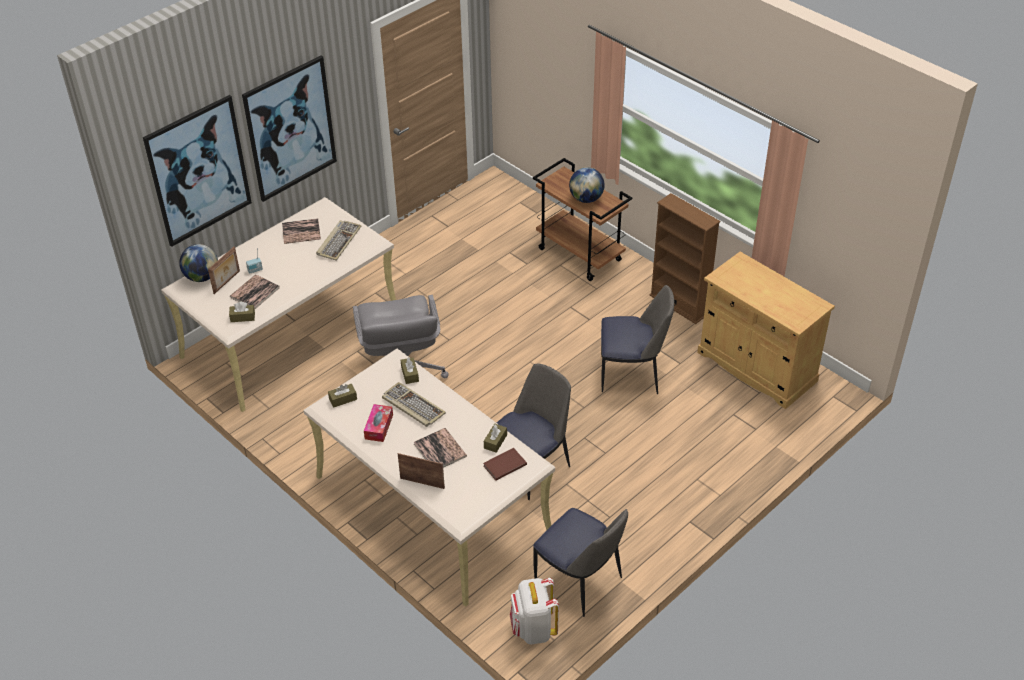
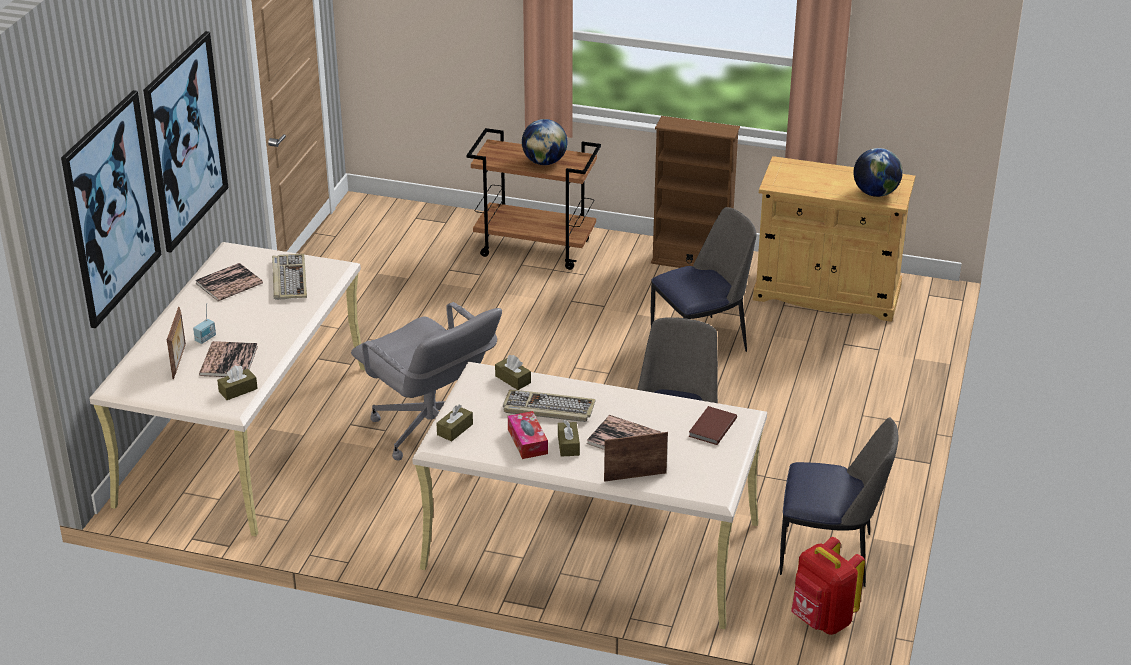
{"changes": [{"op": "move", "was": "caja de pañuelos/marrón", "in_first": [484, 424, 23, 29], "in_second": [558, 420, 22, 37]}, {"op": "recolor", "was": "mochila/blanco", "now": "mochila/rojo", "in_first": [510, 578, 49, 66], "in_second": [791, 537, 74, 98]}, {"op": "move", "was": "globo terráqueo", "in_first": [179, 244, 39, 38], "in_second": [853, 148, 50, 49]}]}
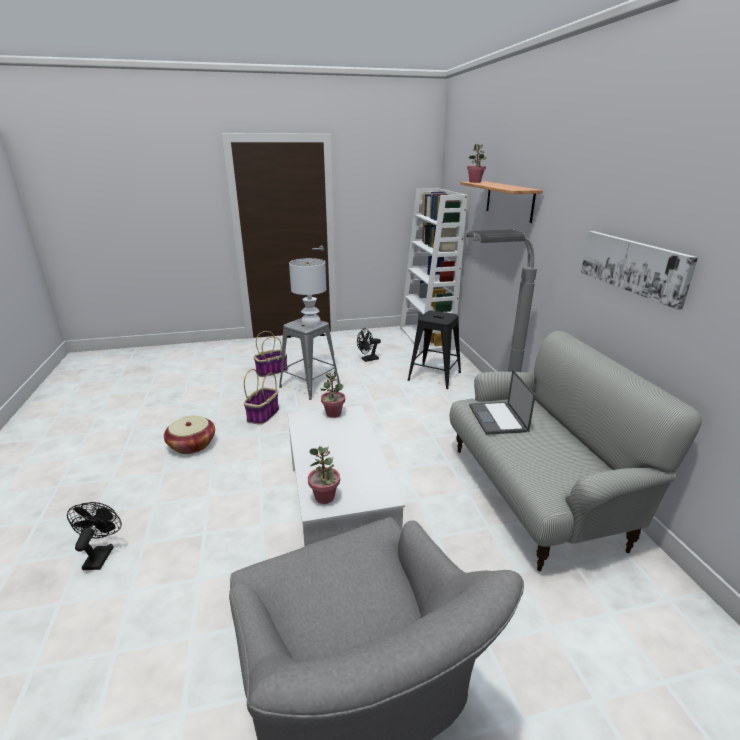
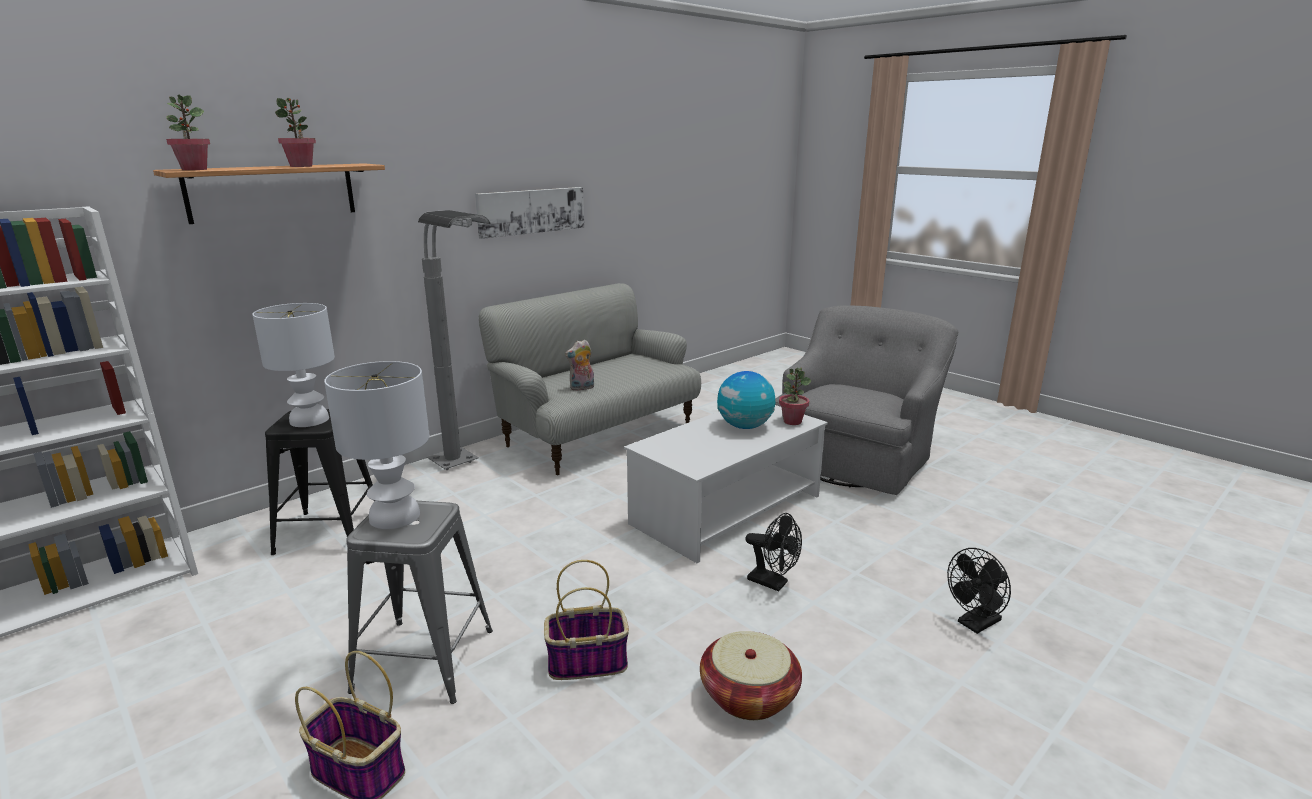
{"changes": [{"op": "insert", "now": "lámpara de mesa/blanco", "in_second": [252, 303, 83, 124]}, {"op": "move", "was": "planta en maceta", "in_first": [321, 370, 24, 48], "in_second": [275, 98, 41, 69]}, {"op": "replace", "was": "portátil", "now": "peluche", "in_first": [469, 370, 67, 65], "in_second": [565, 339, 29, 52]}, {"op": "insert", "now": "globo terráqueo", "in_second": [717, 371, 58, 58]}, {"op": "move", "was": "ventilador/negro", "in_first": [357, 328, 24, 34], "in_second": [745, 513, 57, 79]}]}
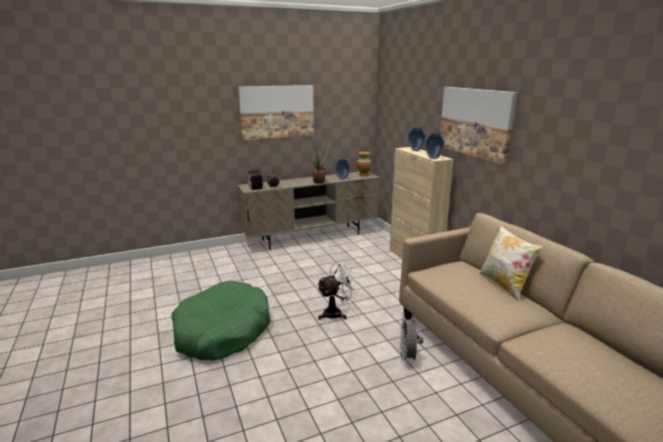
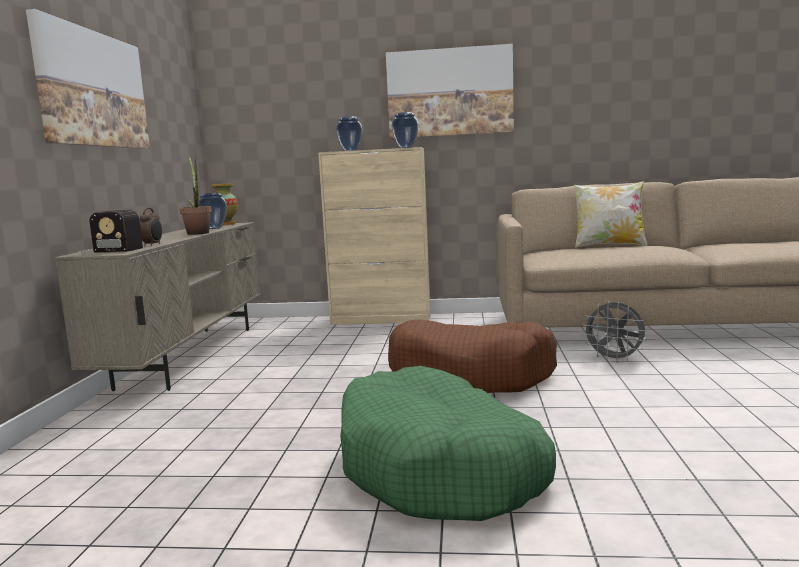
{"changes": [{"op": "replace", "was": "ventilador/blanco", "now": "cama para perro/marrón", "in_first": [317, 261, 42, 59], "in_second": [388, 320, 169, 73]}]}
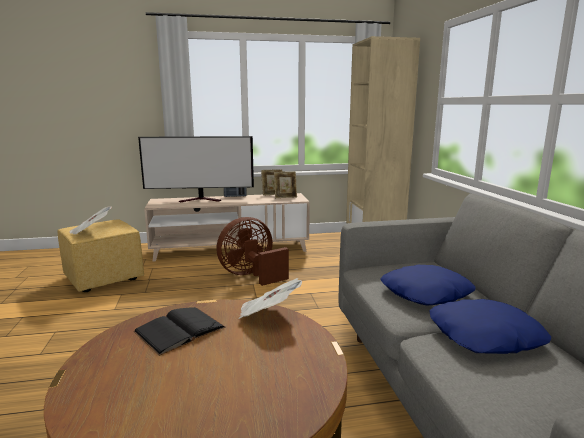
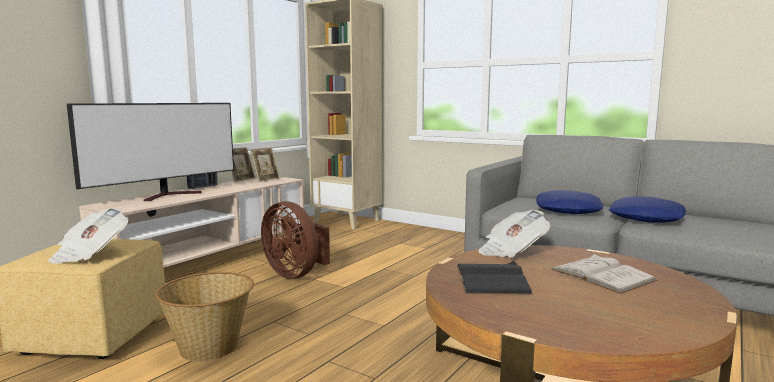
{"changes": [{"op": "insert", "now": "cesta", "in_second": [155, 272, 99, 90]}, {"op": "rotate", "was": "ventilador/marrón", "in_first": [216, 217, 73, 69], "in_second": [261, 201, 69, 78], "clockwise": -60}, {"op": "insert", "now": "libro/blanco", "in_second": [551, 254, 107, 40]}]}
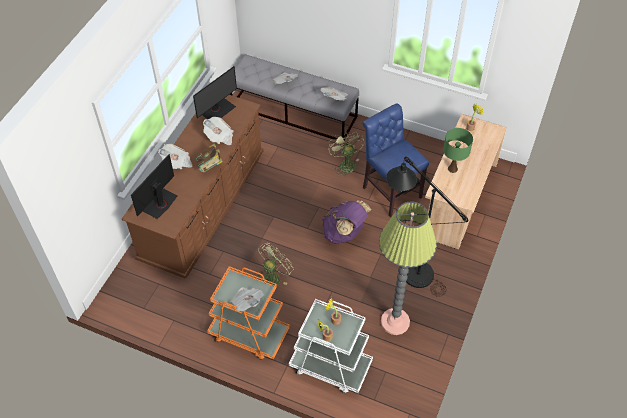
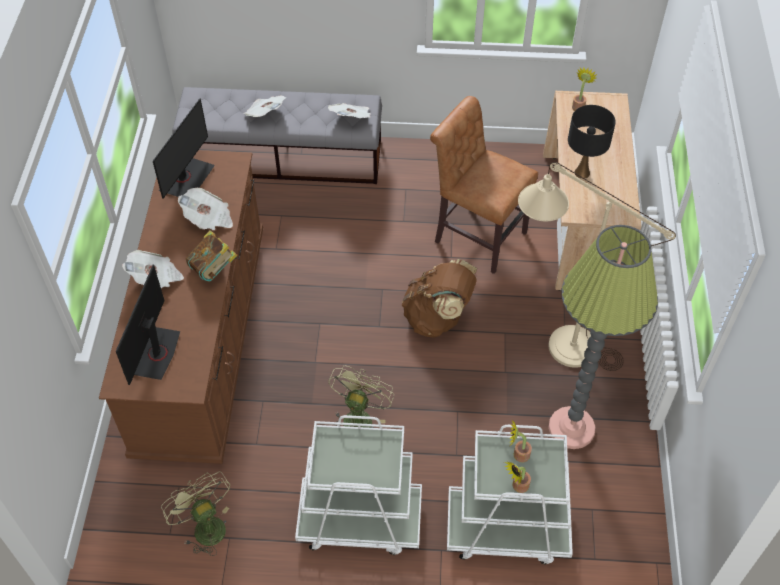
{"changes": [{"op": "move", "was": "ventilador/verde", "in_first": [328, 131, 36, 46], "in_second": [161, 471, 69, 85]}, {"op": "recolor", "was": "carrito/naranja", "now": "carrito/blanco", "in_first": [207, 266, 83, 94], "in_second": [295, 415, 127, 140]}, {"op": "recolor", "was": "mochila/morado", "now": "mochila/marrón", "in_first": [322, 200, 50, 44], "in_second": [402, 259, 75, 79]}, {"op": "recolor", "was": "silla/azul", "now": "silla/marrón", "in_first": [363, 104, 66, 113], "in_second": [430, 96, 108, 178]}, {"op": "recolor", "was": "lámpara de pie/negro", "now": "lámpara de pie/beis", "in_first": [386, 156, 82, 141], "in_second": [518, 162, 158, 209]}, {"op": "recolor", "was": "lámpara de mesa/verde", "now": "lámpara de mesa/negro", "in_first": [443, 128, 30, 45], "in_second": [568, 105, 48, 74]}, {"op": "delete", "was": "periódico", "in_first": [230, 287, 34, 24]}]}
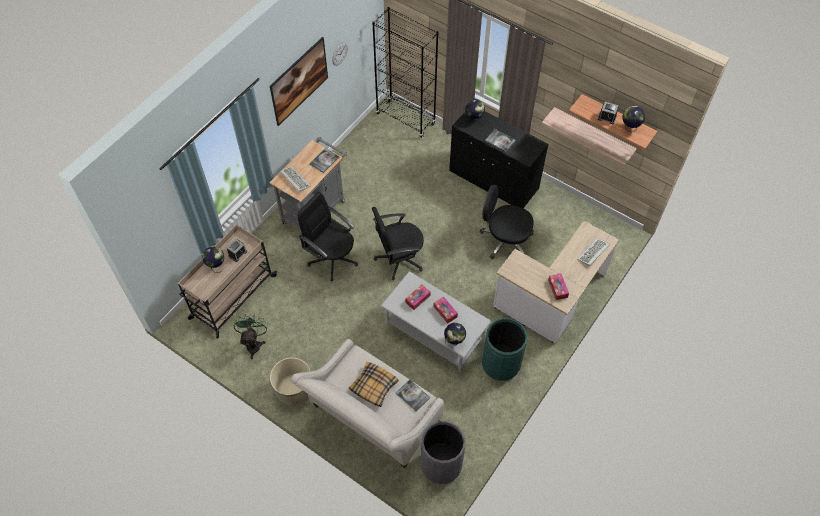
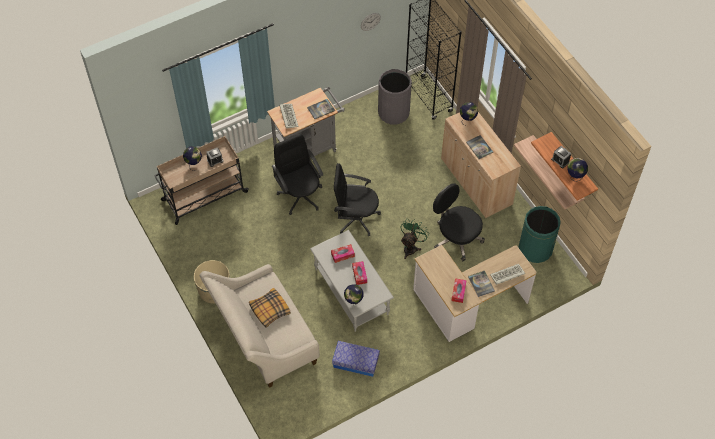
{"changes": [{"op": "insert", "now": "caja de almacenaje", "in_second": [332, 341, 48, 36]}, {"op": "move", "was": "papelera/gris", "in_first": [421, 421, 45, 63], "in_second": [378, 69, 34, 56]}, {"op": "move", "was": "ventilador/verde", "in_first": [234, 314, 34, 45], "in_second": [400, 218, 28, 41]}, {"op": "recolor", "was": "armario/negro", "now": "armario/beis", "in_first": [449, 111, 99, 97], "in_second": [441, 112, 80, 106]}, {"op": "move", "was": "libro", "in_first": [396, 380, 34, 32], "in_second": [468, 271, 27, 26]}, {"op": "move", "was": "papelera/verde", "in_first": [482, 318, 45, 63], "in_second": [519, 206, 42, 57]}, {"op": "delete", "was": "cuadro", "in_first": [270, 37, 58, 89]}]}
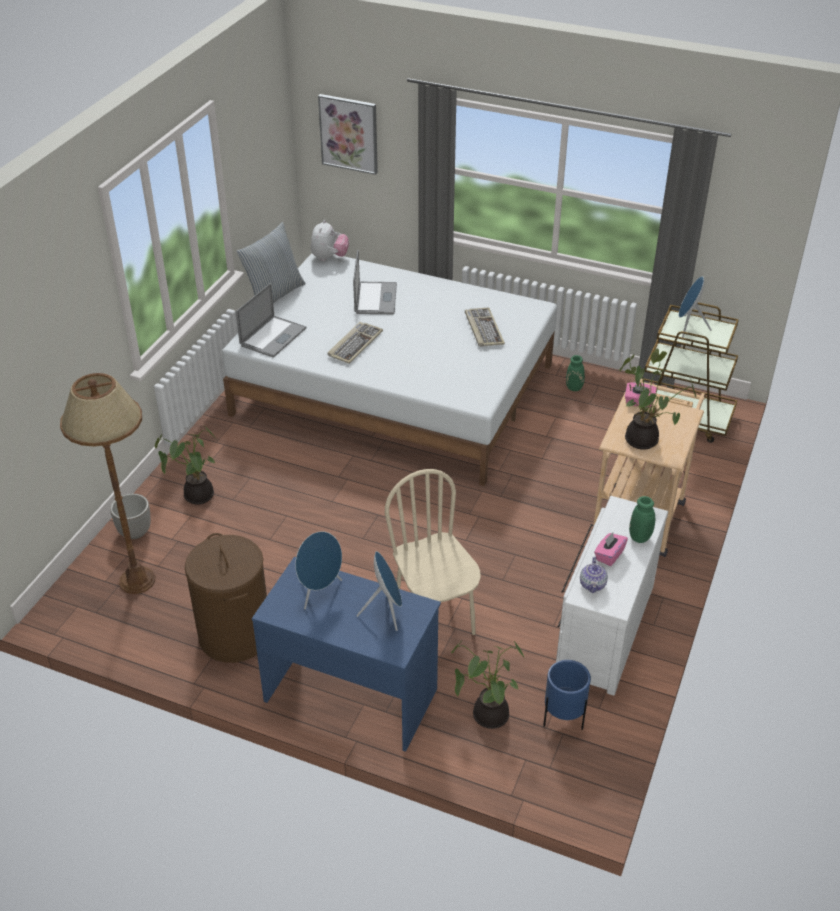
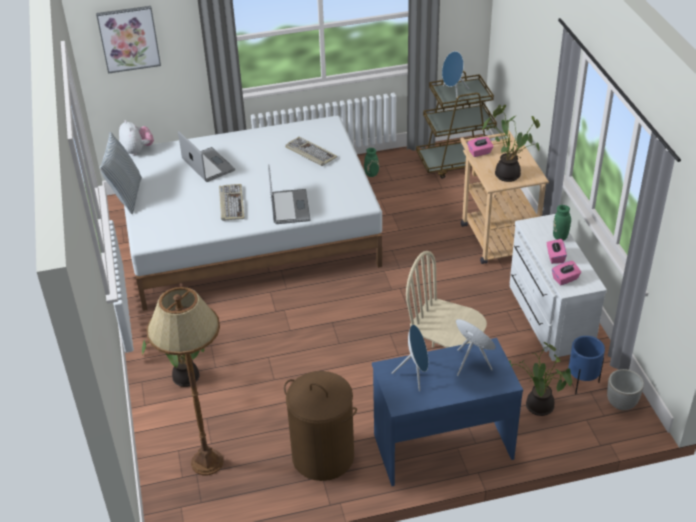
{"changes": [{"op": "move", "was": "portátil", "in_first": [236, 283, 70, 75], "in_second": [268, 165, 43, 59]}, {"op": "replace", "was": "tetera", "now": "caja de pañuelos/rosa", "in_first": [580, 557, 28, 36], "in_second": [552, 261, 29, 24]}, {"op": "move", "was": "maceta", "in_first": [110, 494, 41, 45], "in_second": [607, 369, 37, 41]}]}
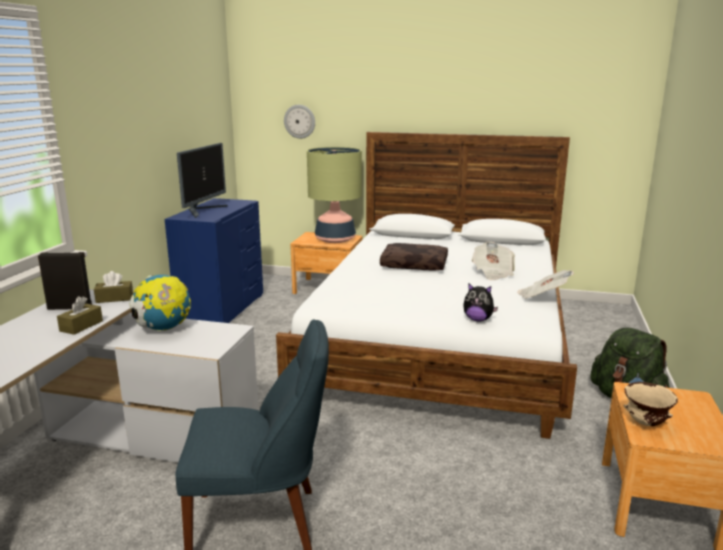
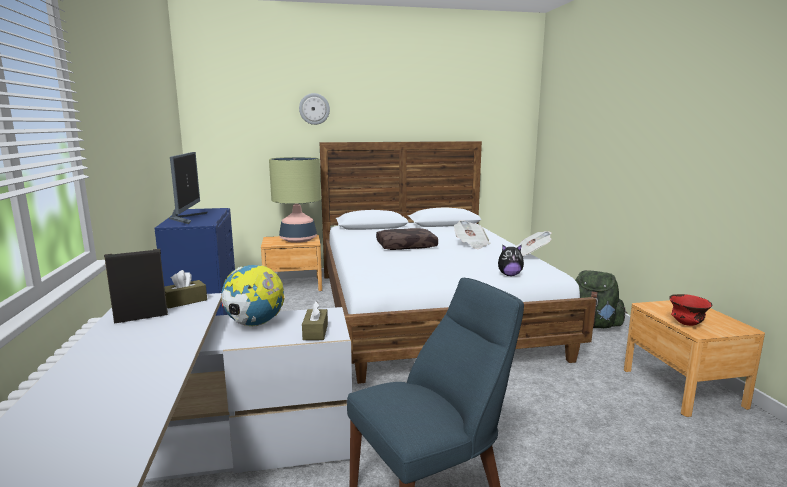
{"changes": [{"op": "move", "was": "reloj de pared", "in_first": [284, 105, 31, 34], "in_second": [299, 93, 31, 32]}, {"op": "move", "was": "caja de pañuelos/marrón", "in_first": [57, 296, 46, 39], "in_second": [302, 301, 26, 39]}, {"op": "recolor", "was": "cuenco/beis", "now": "cuenco/rojo", "in_first": [623, 382, 55, 44], "in_second": [669, 294, 43, 32]}]}
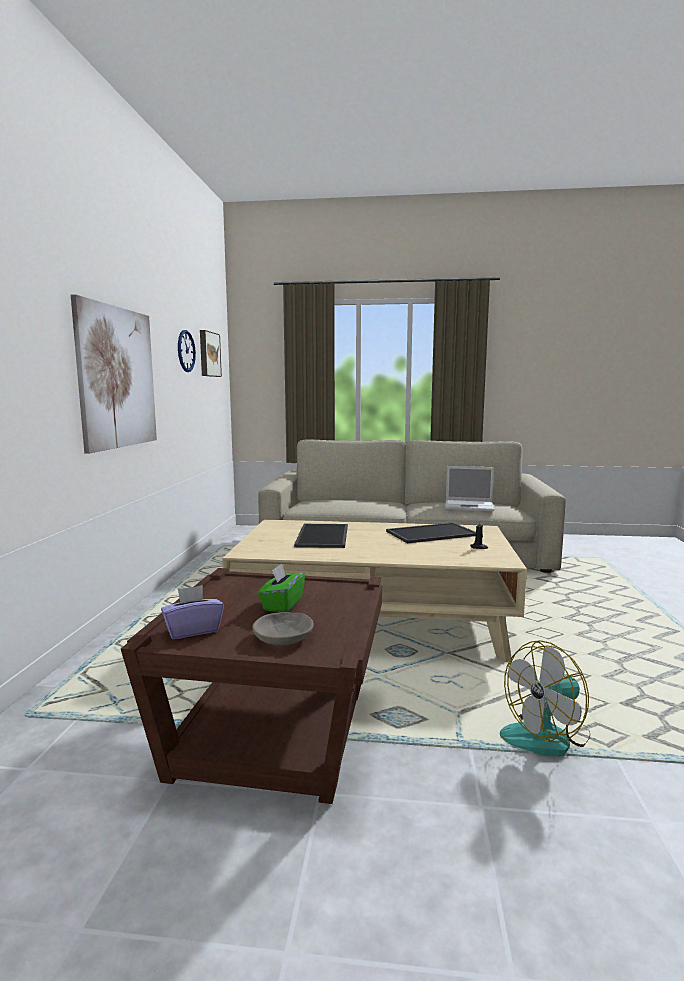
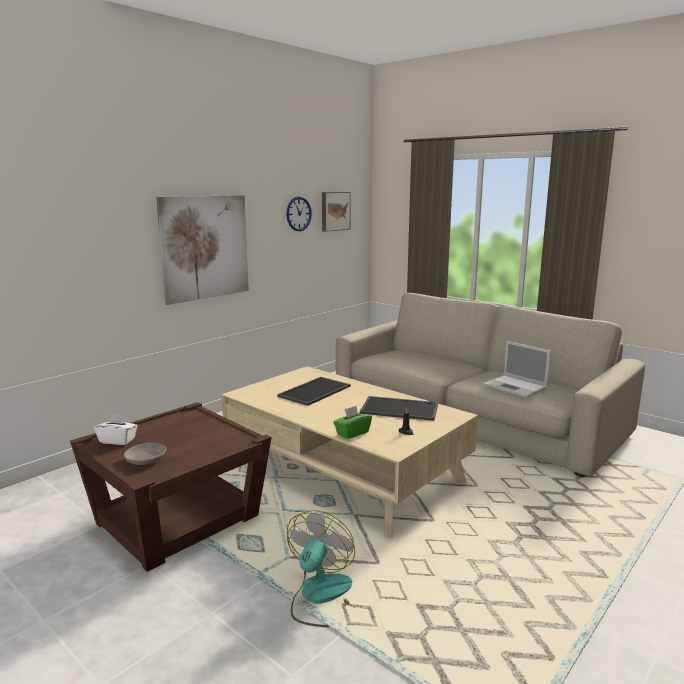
{"changes": [{"op": "recolor", "was": "caja de pañuelos/morado", "now": "caja de pañuelos/blanco", "in_first": [161, 585, 63, 54], "in_second": [94, 413, 44, 32]}, {"op": "rotate", "was": "ventilador", "in_first": [500, 640, 90, 117], "in_second": [287, 510, 68, 117], "clockwise": 105}, {"op": "move", "was": "caja de pañuelos/verde", "in_first": [258, 563, 47, 49], "in_second": [333, 406, 39, 33]}]}
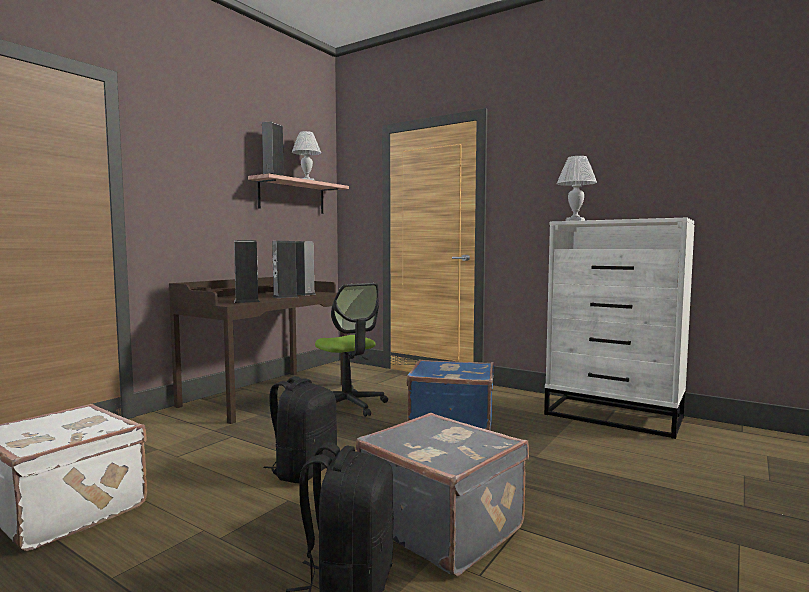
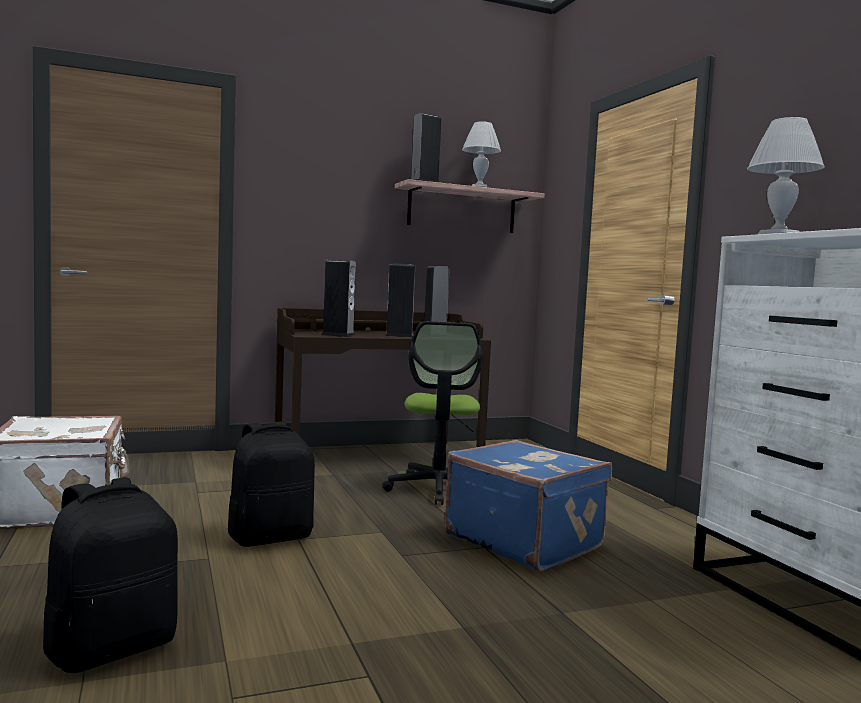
{"changes": [{"op": "delete", "was": "maleta/gris", "in_first": [356, 413, 173, 163]}]}
